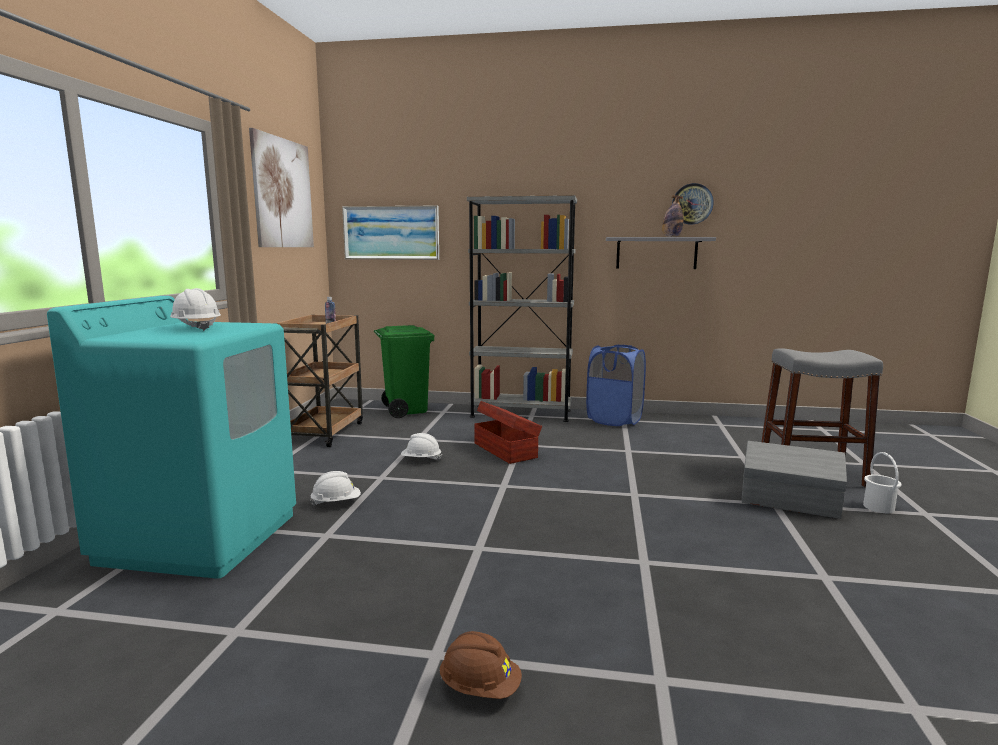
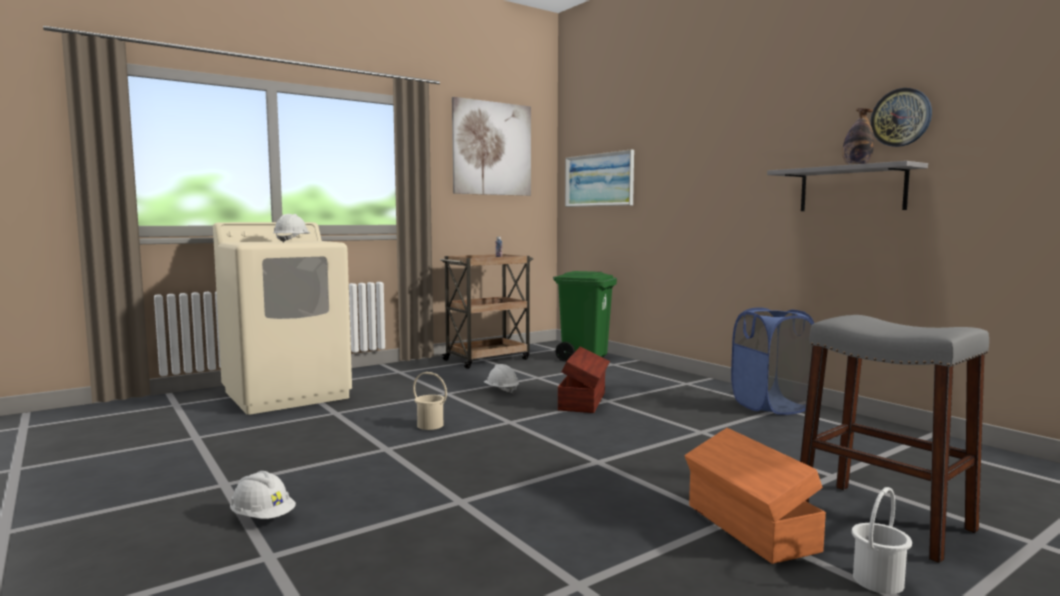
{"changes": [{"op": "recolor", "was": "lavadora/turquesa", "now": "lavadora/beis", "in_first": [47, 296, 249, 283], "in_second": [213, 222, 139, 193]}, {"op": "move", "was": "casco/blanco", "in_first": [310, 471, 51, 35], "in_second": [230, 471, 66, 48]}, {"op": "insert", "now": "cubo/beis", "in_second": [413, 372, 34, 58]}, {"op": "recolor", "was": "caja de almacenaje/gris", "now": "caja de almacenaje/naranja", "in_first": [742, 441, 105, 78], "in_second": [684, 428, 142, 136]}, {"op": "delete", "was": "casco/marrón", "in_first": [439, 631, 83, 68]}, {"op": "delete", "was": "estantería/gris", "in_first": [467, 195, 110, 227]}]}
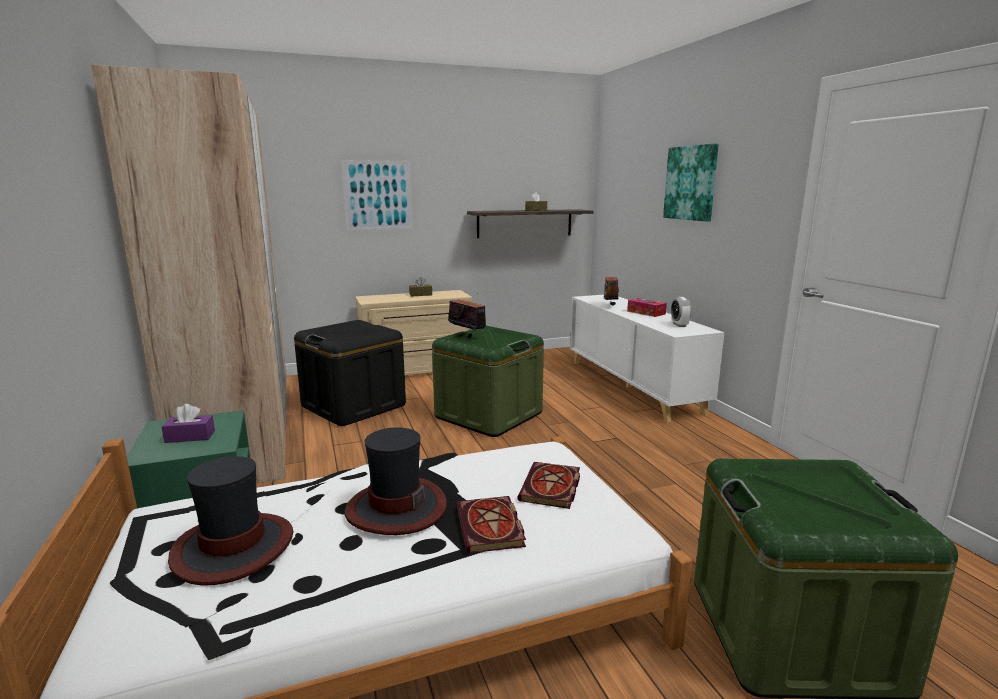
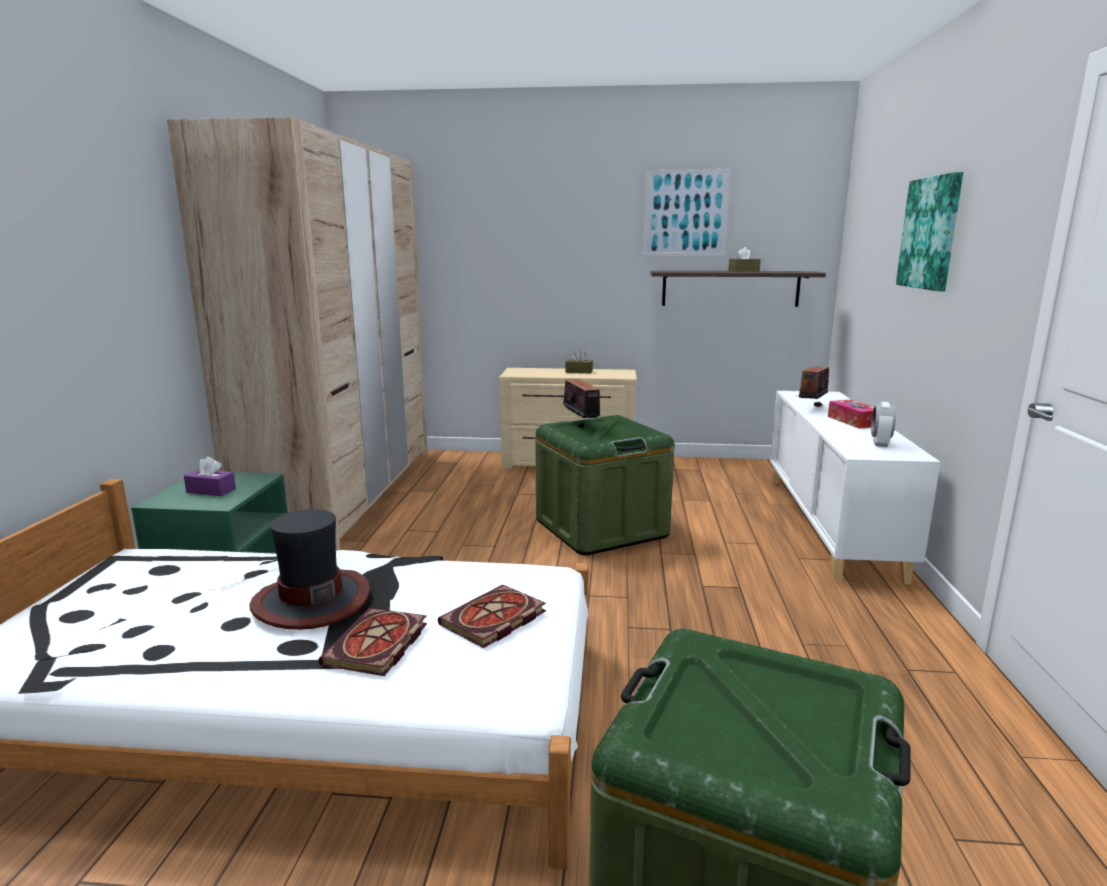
{"changes": [{"op": "move", "was": "cuadro", "in_first": [341, 160, 72, 71], "in_second": [643, 169, 88, 87]}, {"op": "delete", "was": "sombrero", "in_first": [168, 456, 125, 130]}, {"op": "delete", "was": "caja de almacenaje/negro", "in_first": [294, 320, 112, 106]}]}
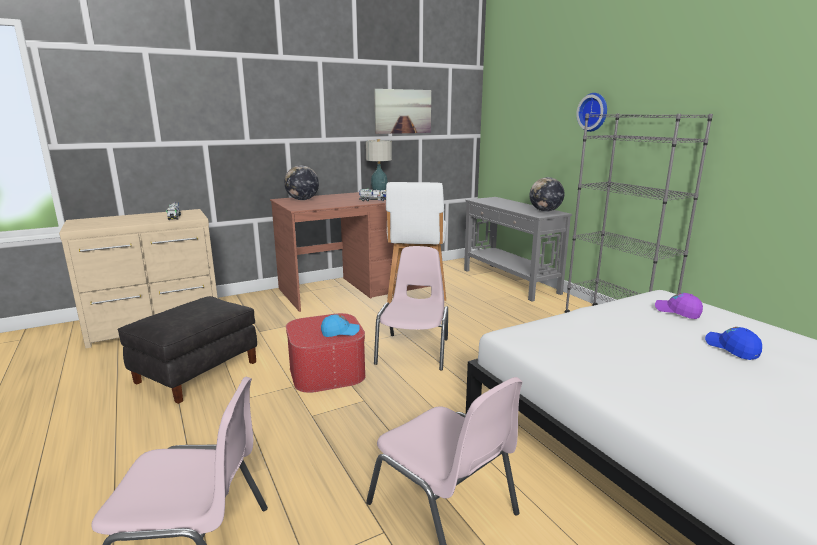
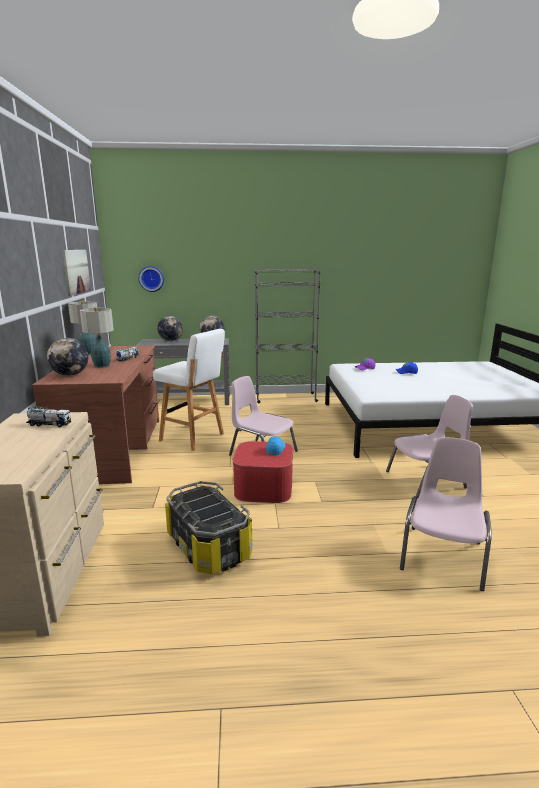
{"changes": [{"op": "insert", "now": "lámpara de mesa", "in_second": [80, 307, 34, 61]}, {"op": "move", "was": "reloj de pared", "in_first": [576, 93, 31, 39], "in_second": [139, 266, 25, 26]}, {"op": "insert", "now": "globo terráqueo", "in_second": [157, 316, 26, 25]}, {"op": "replace", "was": "puf/negro", "now": "caja de almacenaje", "in_first": [117, 296, 140, 108], "in_second": [165, 481, 88, 93]}]}
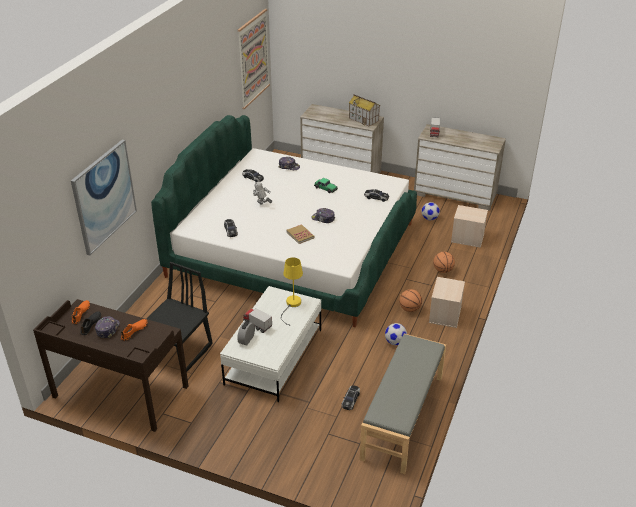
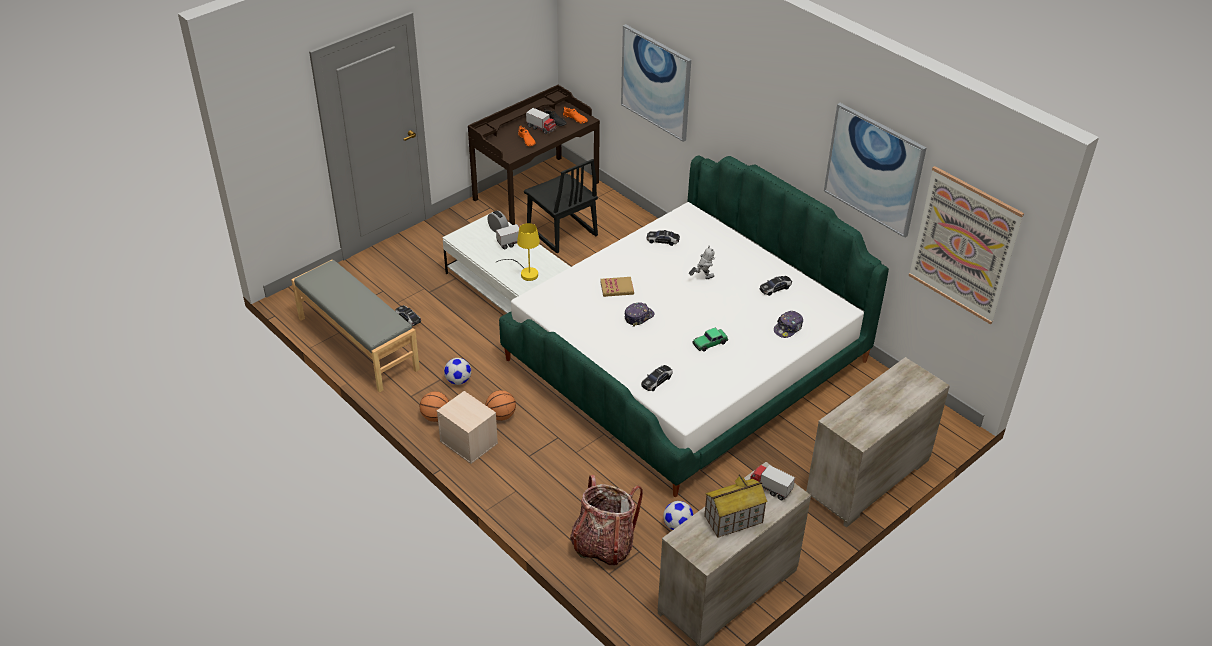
{"changes": [{"op": "move", "was": "balón de baloncesto", "in_first": [433, 252, 22, 21], "in_second": [420, 391, 29, 31]}, {"op": "replace", "was": "gorra", "now": "camión de juguete", "in_first": [95, 316, 25, 23], "in_second": [526, 108, 31, 26]}, {"op": "replace", "was": "caja de almacenaje/beis", "now": "mochila", "in_first": [451, 205, 37, 43], "in_second": [570, 475, 73, 91]}, {"op": "move", "was": "casita", "in_first": [349, 95, 31, 31], "in_second": [704, 474, 64, 64]}, {"op": "insert", "now": "cuadro", "in_second": [824, 103, 103, 135]}]}
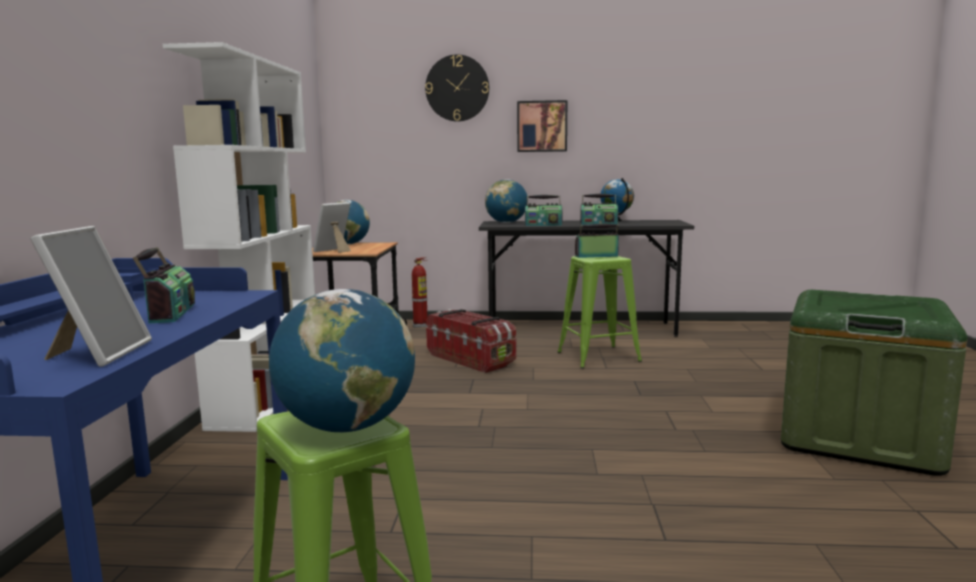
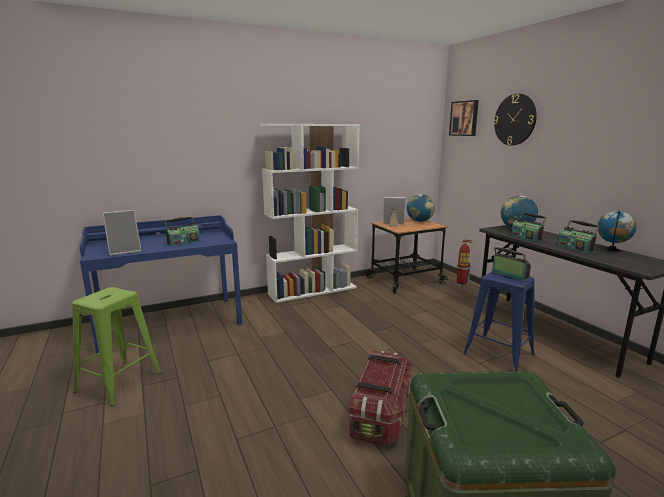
{"changes": [{"op": "move", "was": "caja de almacenaje", "in_first": [426, 309, 90, 64], "in_second": [350, 350, 63, 95]}, {"op": "move", "was": "cuadro", "in_first": [517, 100, 50, 52], "in_second": [449, 100, 30, 36]}, {"op": "recolor", "was": "taburete/verde", "now": "taburete/azul", "in_first": [557, 256, 85, 112], "in_second": [463, 271, 72, 100]}, {"op": "delete", "was": "globo terráqueo", "in_first": [269, 289, 146, 143]}]}
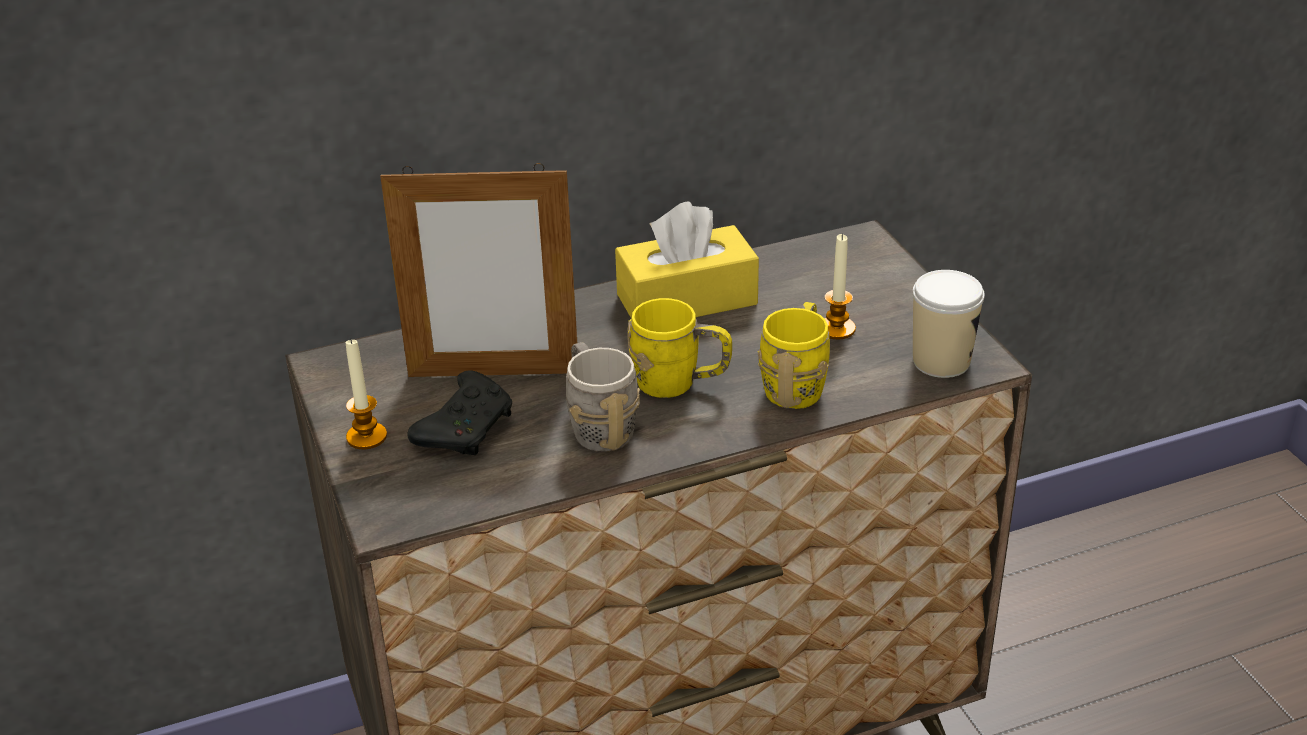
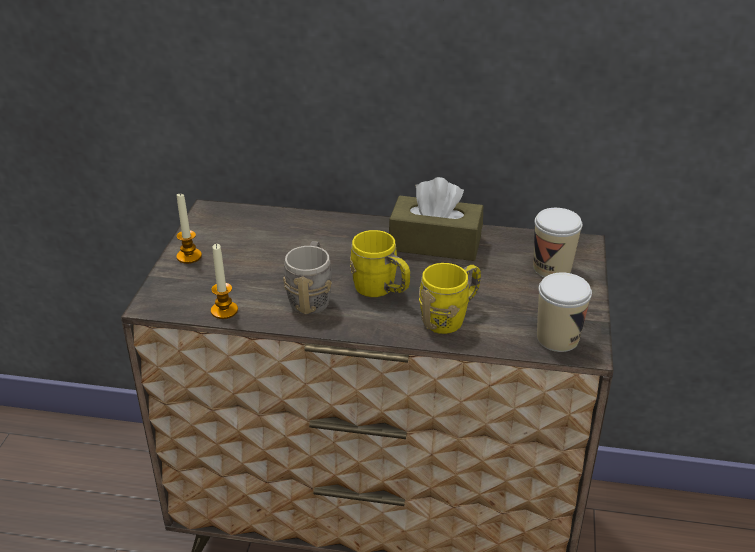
{"changes": [{"op": "move", "was": "vela", "in_first": [824, 234, 32, 106], "in_second": [211, 244, 27, 75]}, {"op": "recolor", "was": "caja de pañuelos/amarillo", "now": "caja de pañuelos/marrón", "in_first": [615, 201, 144, 118], "in_second": [389, 177, 94, 84]}, {"op": "insert", "now": "taza", "in_second": [533, 208, 49, 70]}, {"op": "delete", "was": "portarretratos", "in_first": [380, 163, 197, 214]}, {"op": "delete", "was": "mando de consola/negro", "in_first": [407, 370, 105, 85]}]}
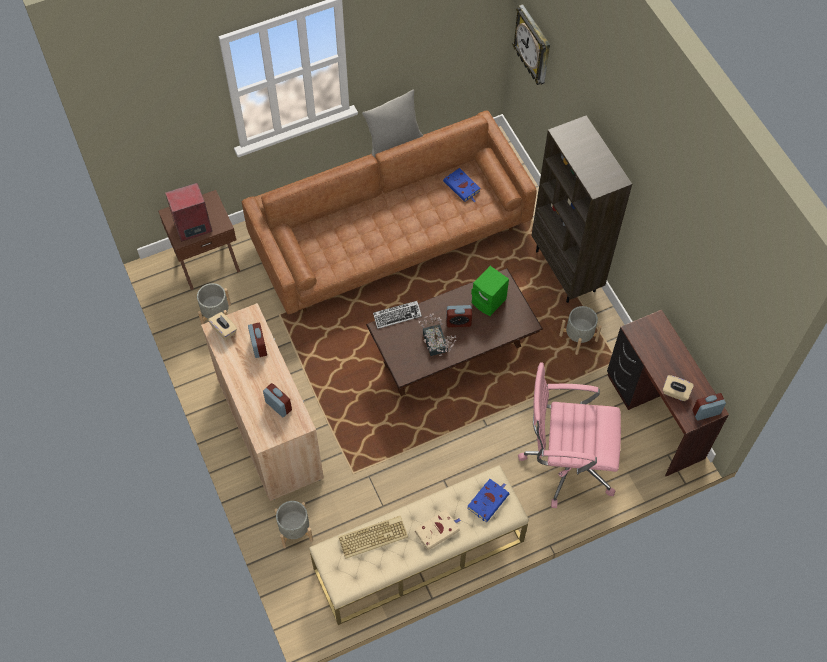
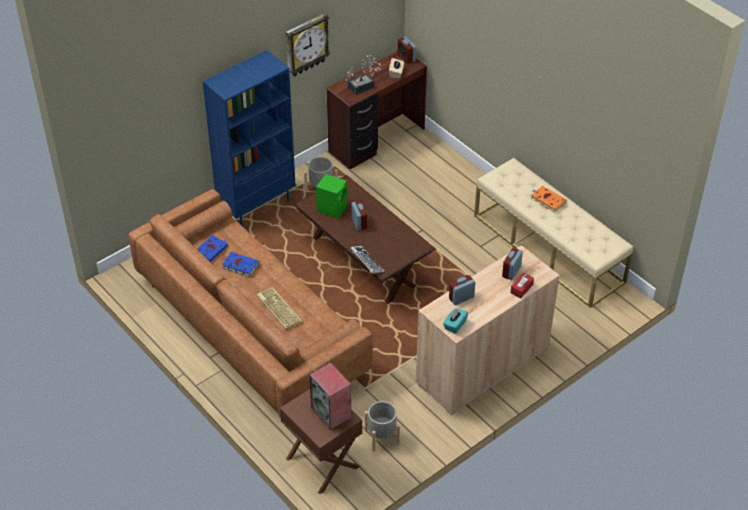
{"changes": [{"op": "recolor", "was": "estantería/marrón", "now": "estantería/azul", "in_first": [531, 115, 101, 188], "in_second": [203, 50, 93, 177]}, {"op": "move", "was": "libro/azul", "in_first": [467, 479, 43, 43], "in_second": [222, 252, 37, 25]}, {"op": "move", "was": "teclado", "in_first": [338, 516, 70, 43], "in_second": [257, 288, 46, 41]}, {"op": "move", "was": "reloj de pared", "in_first": [512, 4, 38, 81], "in_second": [286, 13, 44, 64]}, {"op": "move", "was": "planta en maceta", "in_first": [418, 313, 38, 43], "in_second": [345, 55, 36, 40]}, {"op": "recolor", "was": "caja de pañuelos/beis", "now": "caja de pañuelos/turquesa", "in_first": [208, 312, 29, 28], "in_second": [443, 308, 25, 26]}, {"op": "insert", "now": "caja de pañuelos/rojo", "in_second": [510, 273, 24, 25]}, {"op": "recolor", "was": "libro/beis", "now": "libro/naranja", "in_first": [415, 510, 46, 40], "in_second": [531, 186, 36, 27]}, {"op": "delete", "was": "maceta/gris", "in_first": [275, 501, 38, 47]}, {"op": "delete", "was": "cojín/gris", "in_first": [362, 89, 61, 69]}, {"op": "delete", "was": "silla de oficina/rosa", "in_first": [518, 362, 103, 146]}]}
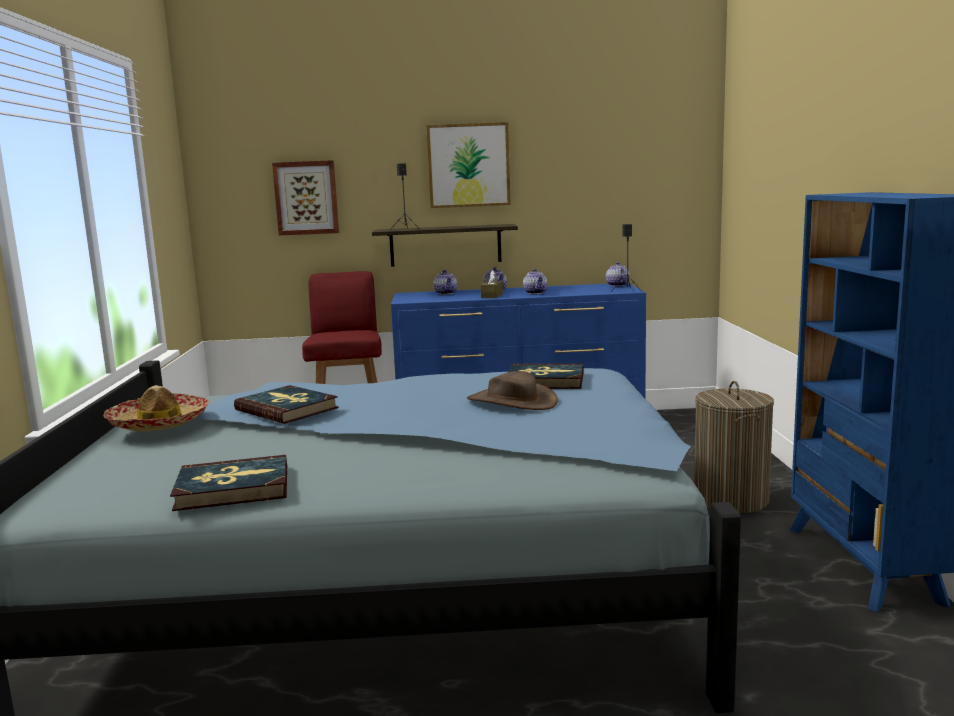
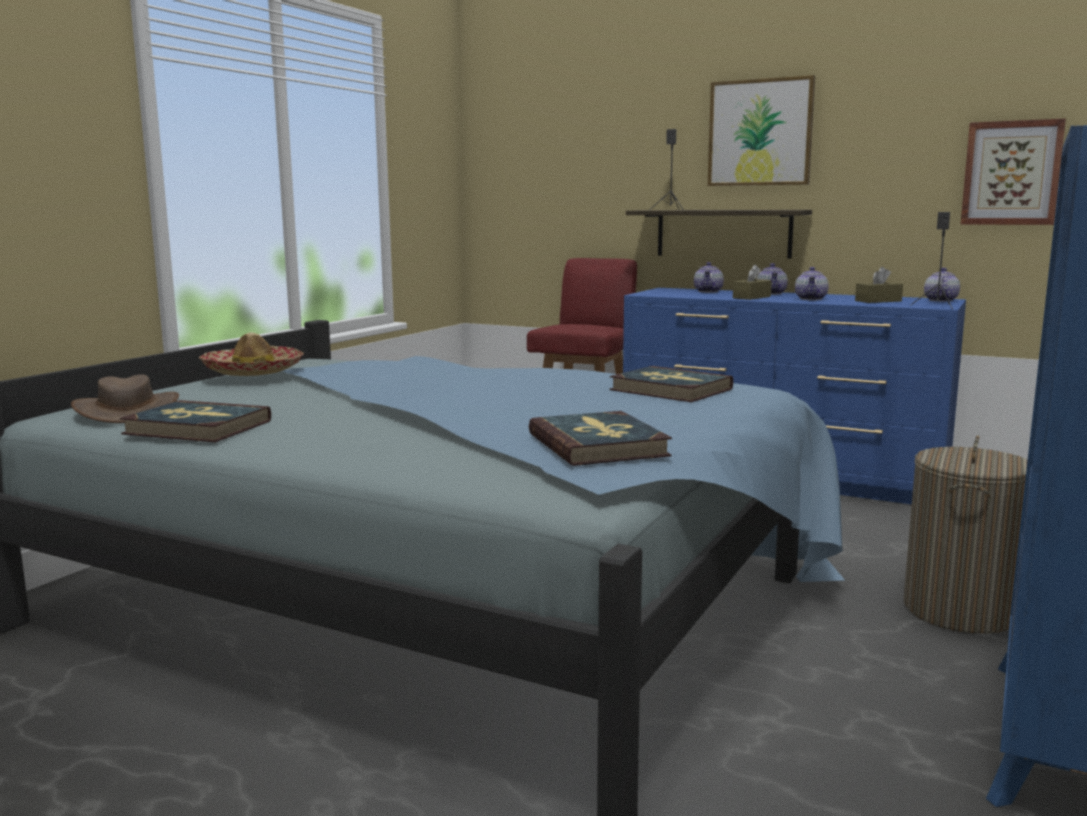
{"changes": [{"op": "move", "was": "sombrero/marrón", "in_first": [467, 371, 91, 39], "in_second": [71, 374, 108, 49]}, {"op": "move", "was": "libro", "in_first": [234, 385, 105, 39], "in_second": [529, 411, 143, 55]}, {"op": "insert", "now": "caja de pañuelos/marrón", "in_second": [855, 267, 48, 36]}, {"op": "move", "was": "cuadro", "in_first": [272, 160, 67, 76], "in_second": [961, 118, 105, 107]}]}
